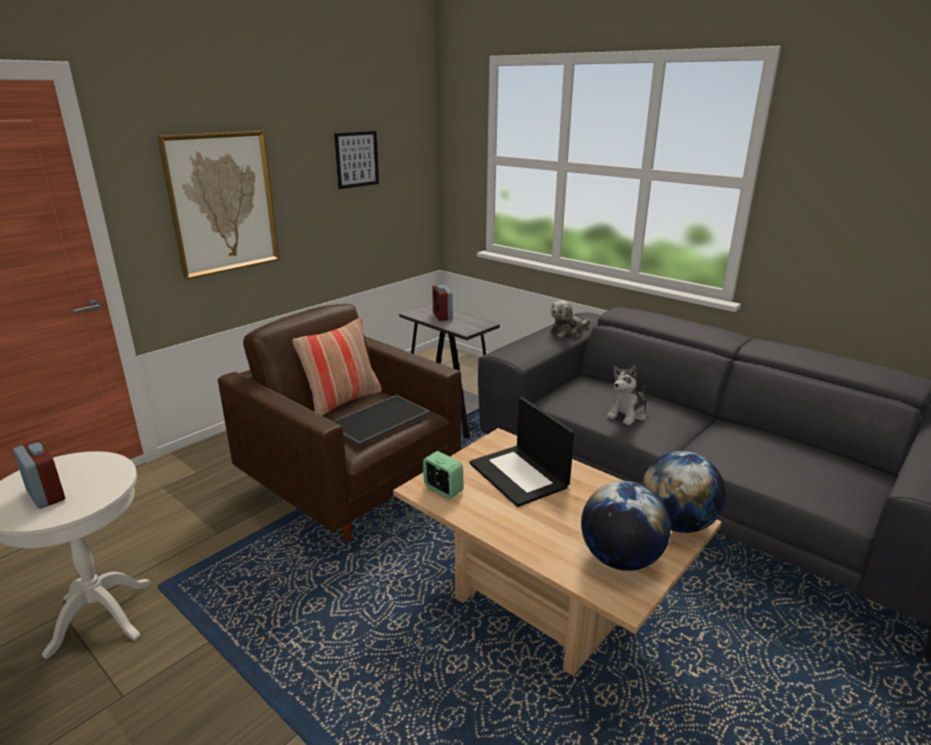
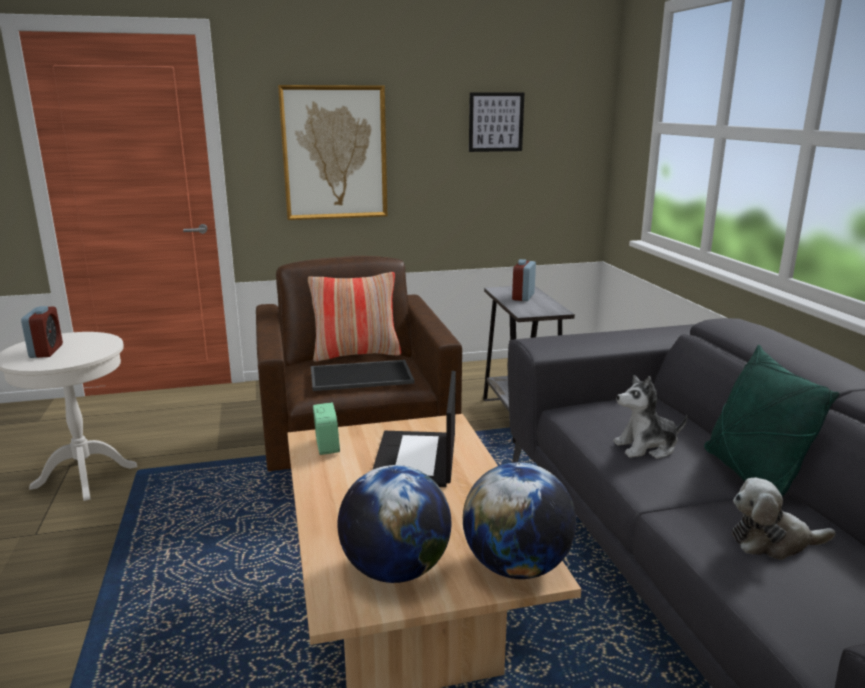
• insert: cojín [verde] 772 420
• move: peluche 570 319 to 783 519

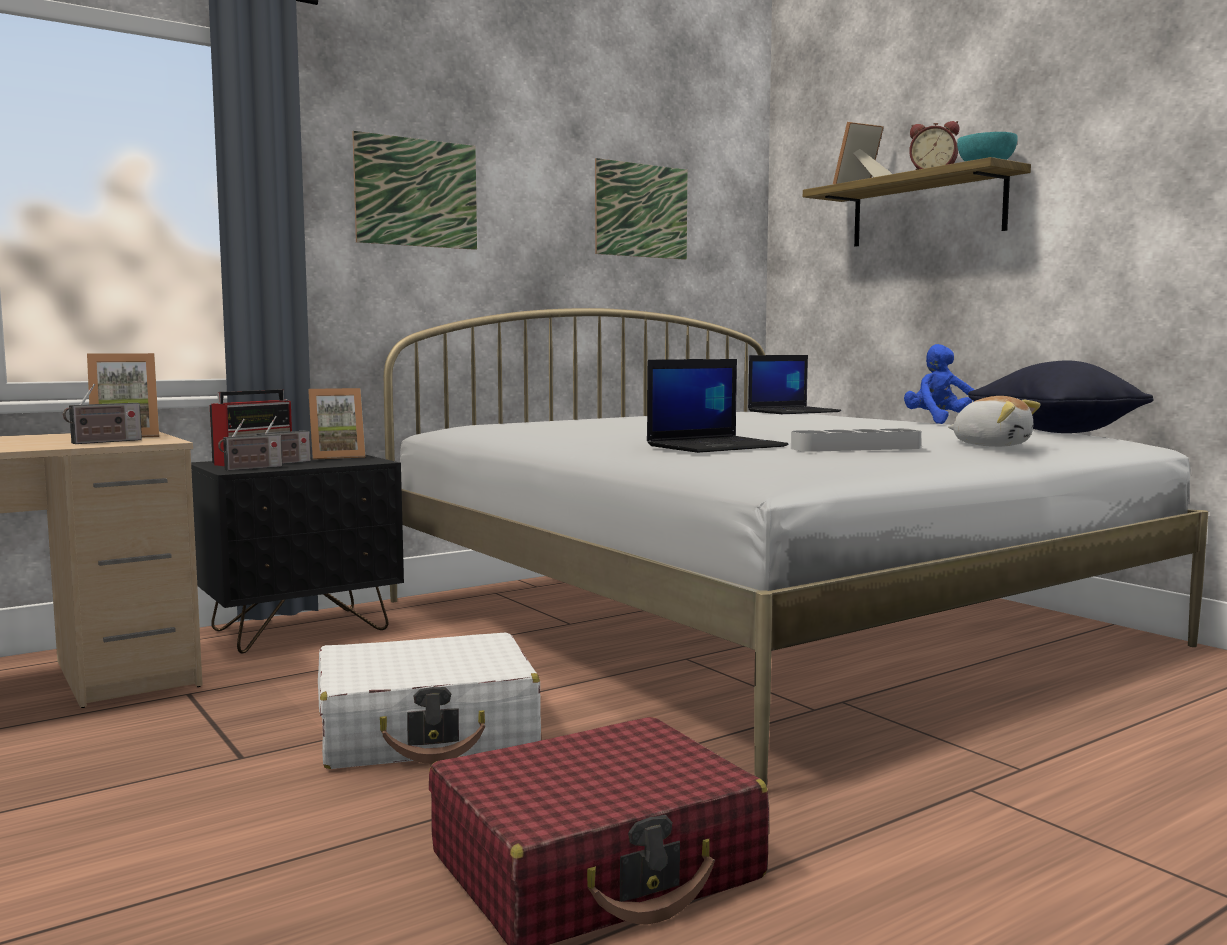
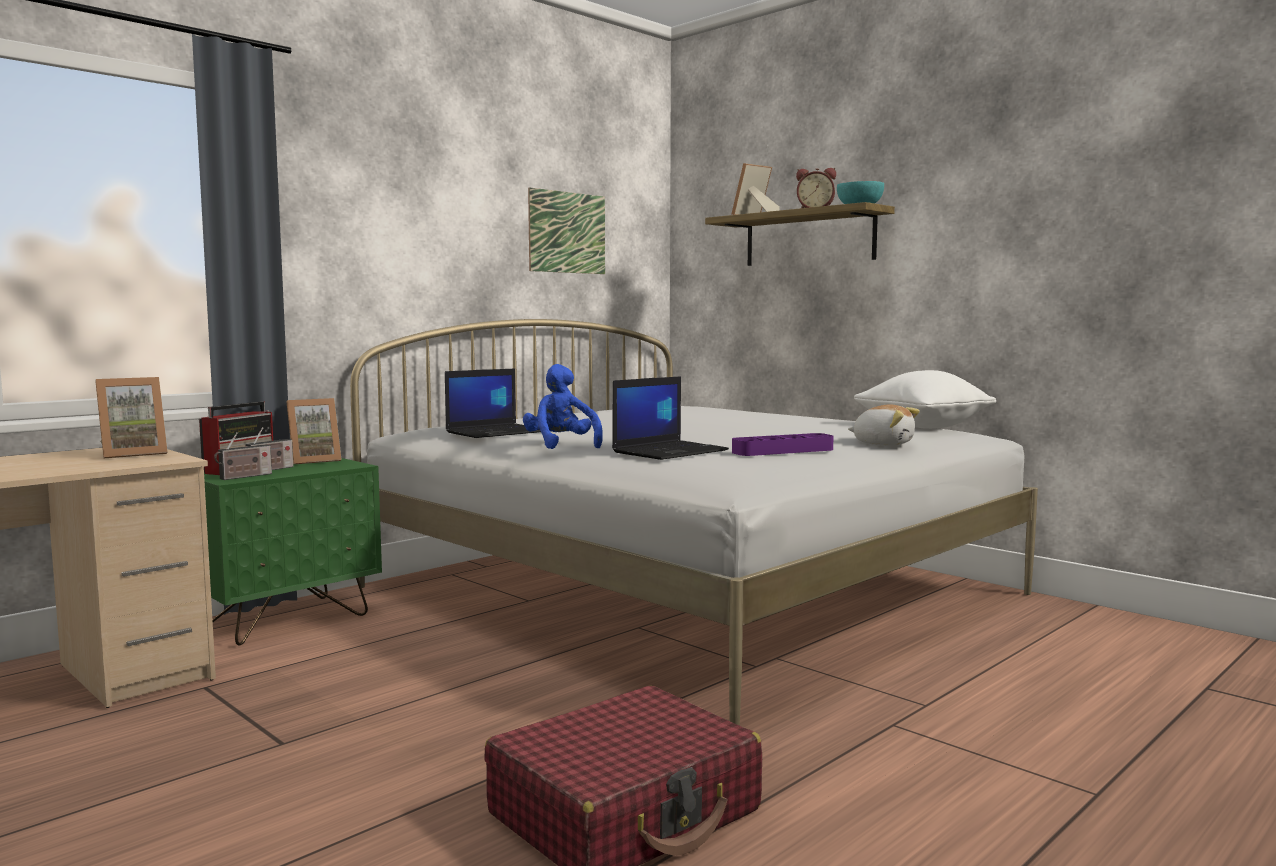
• recolor: mesita de noche [negro] 297 554 to mesita de noche [verde] 293 551
• move: portátil 794 384 to 493 403
• move: peluche [azul] 939 384 to 563 406
• recolor: bandeja [gris] 856 440 to bandeja [morado] 782 444
• recolor: cojín [negro] 1061 397 to cojín [blanco] 925 399
• delete: radio 102 414
• delete: maleta [blanco] 429 701
• delete: cuadro 414 190

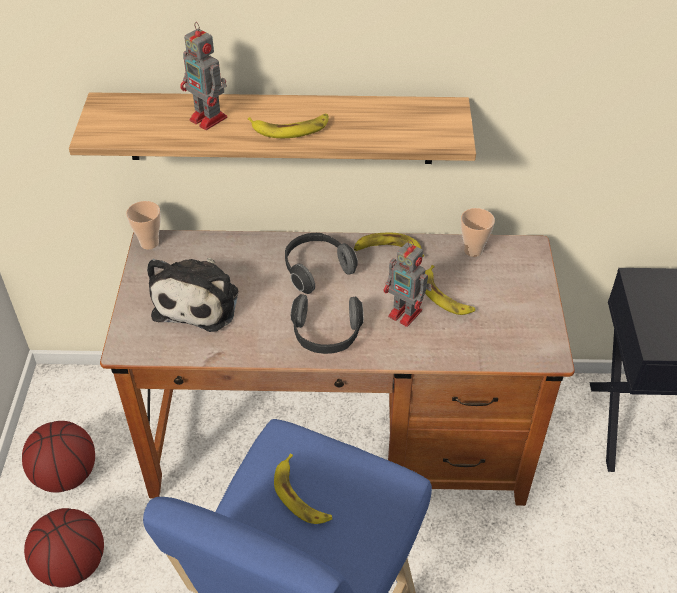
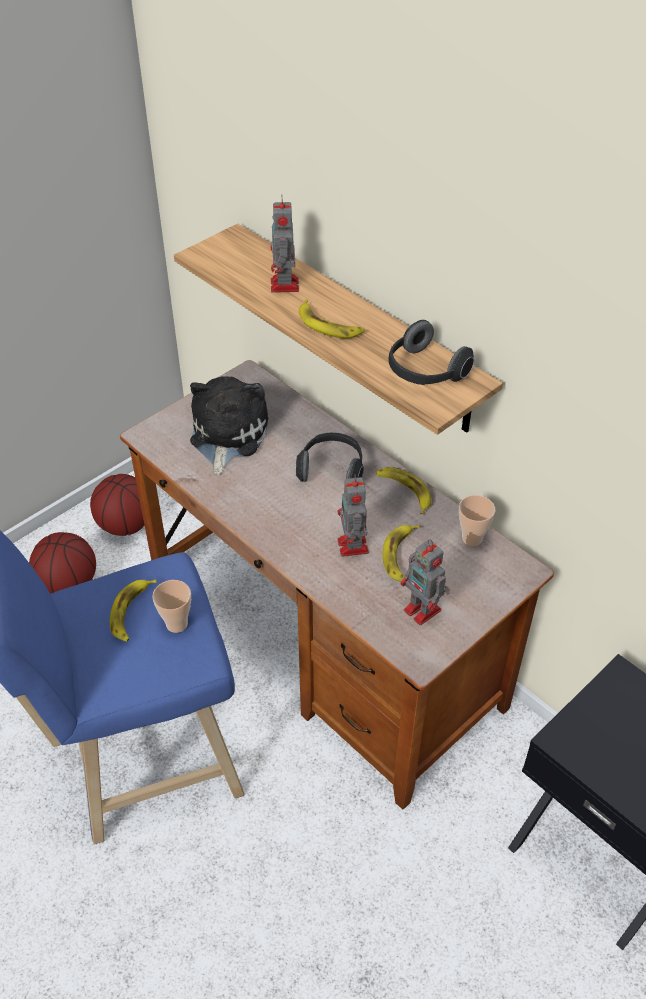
• move: taza 143 225 to 171 606
• rotate: peluche 192 295 = 229 425 135 degrees clockwise
• move: auriculares 327 324 to 431 352
• insert: robot de juguete 425 582

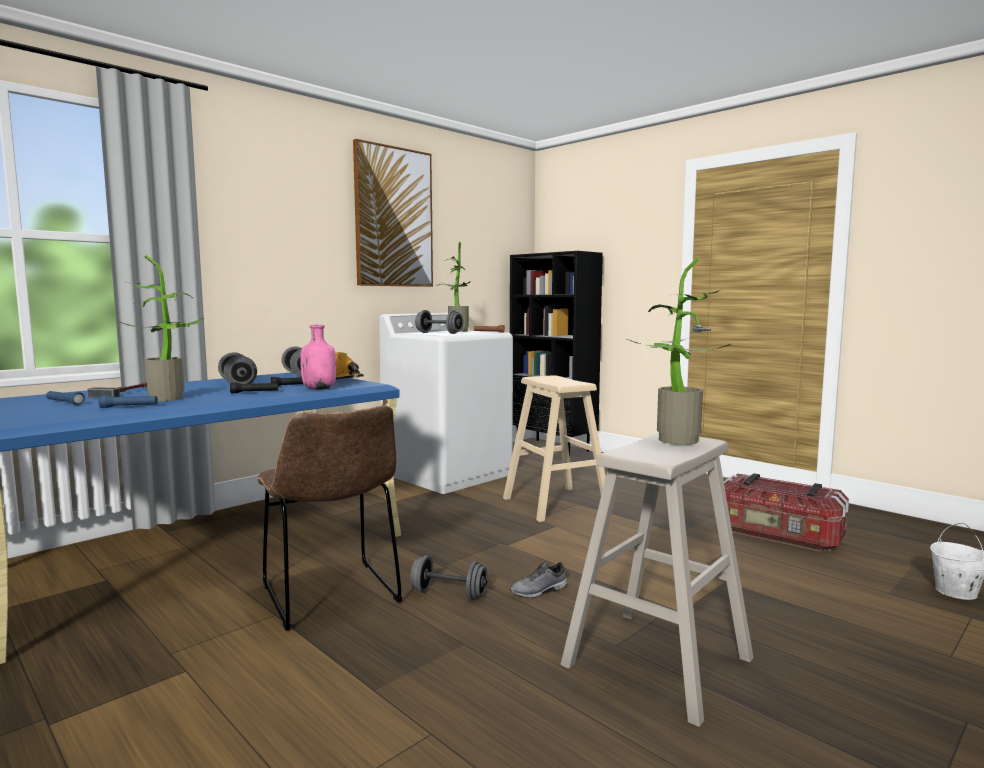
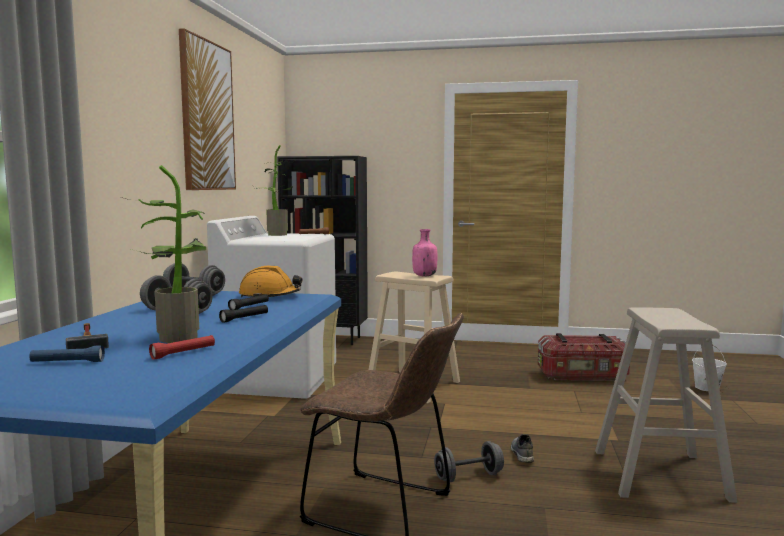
• recolor: linterna [azul] 128 401 to linterna [rojo] 182 347
• move: botella [rosa] 318 357 to 424 252
• rotate: zapato [gris] 538 579 = 522 448 150 degrees clockwise
• delete: mancuerna [gris] 439 322
• delete: planta en maceta 679 351

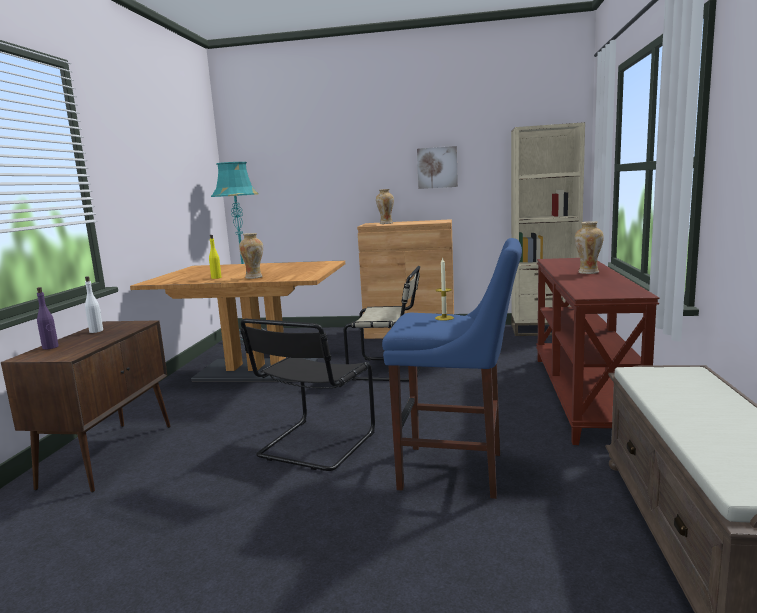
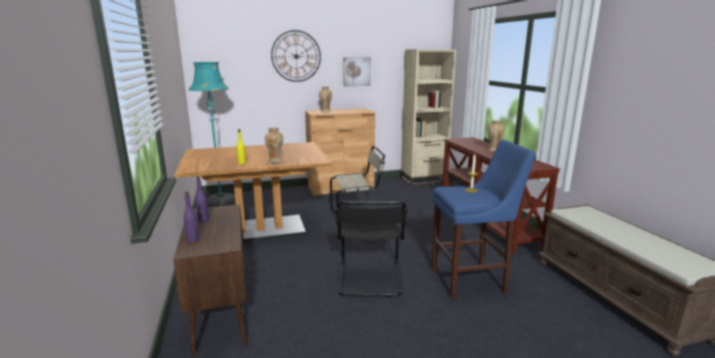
• recolor: botella [blanco] 94 304 to botella [morado] 202 199
• insert: reloj de pared 296 56

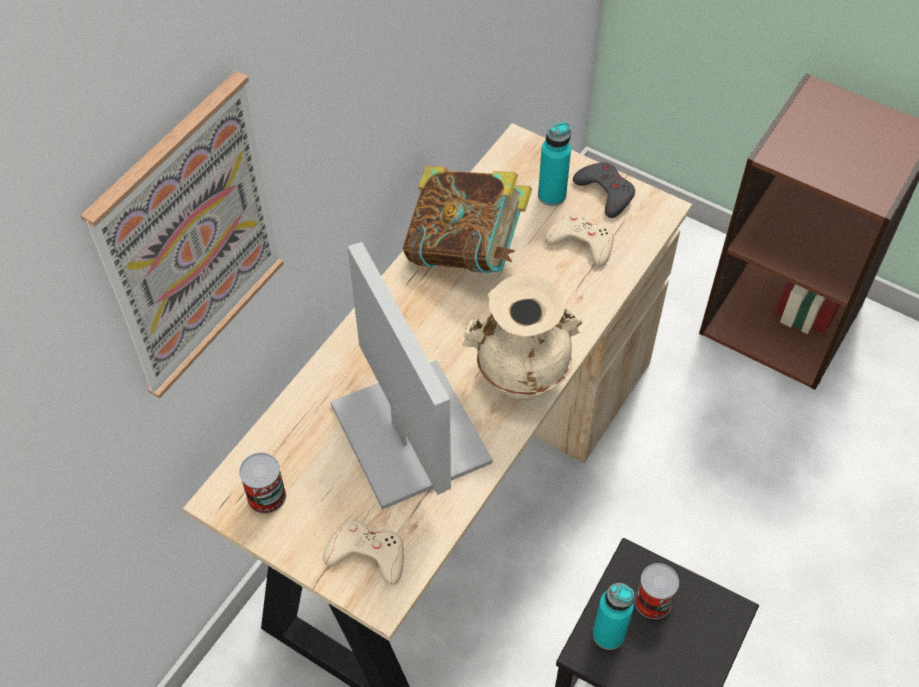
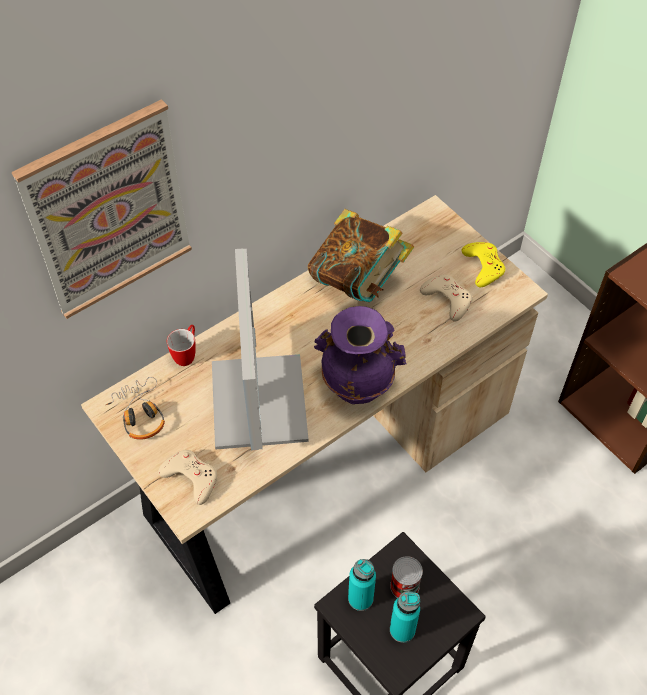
• replace: lata 262 483 to auriculares 135 408
• insert: taza grande 181 345
• recolor: florero [beis] 522 337 to florero [morado] 360 355
• move: botella [turquesa] 554 164 to 405 617
• recolor: mando de consola [gris] 604 190 to mando de consola [amarillo] 483 264

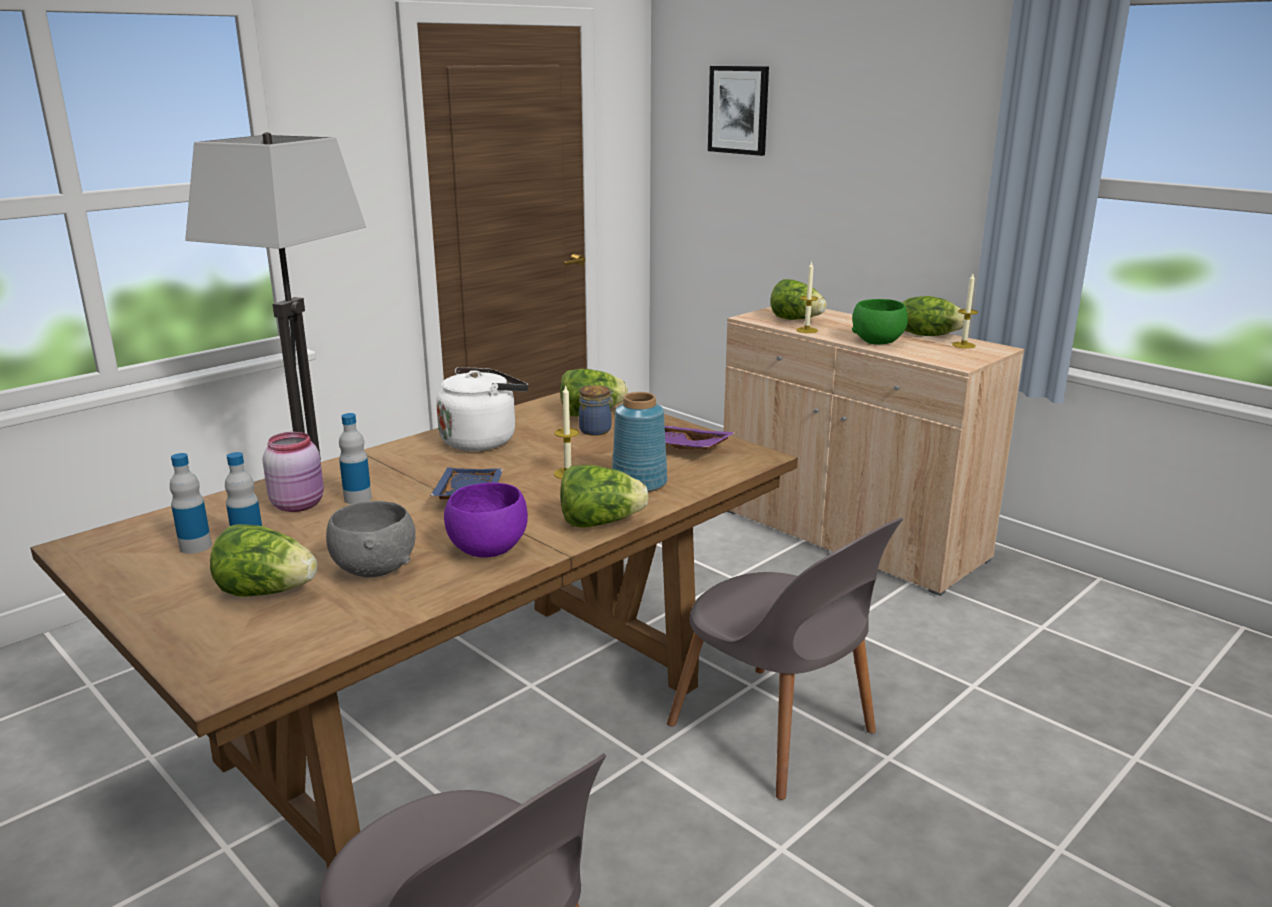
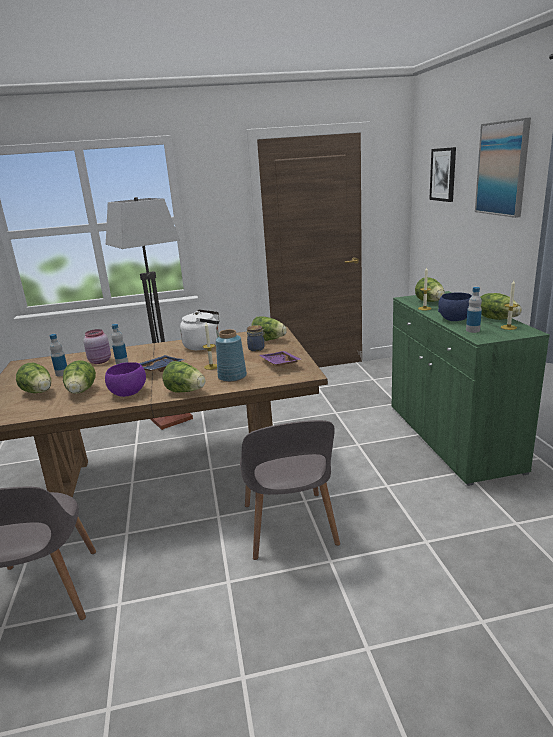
• replace: cuenco [gris] 371 539 to lechuga 79 377
• recolor: armario [beis] 874 451 to armario [verde] 471 388
• recolor: cuenco [verde] 880 322 to cuenco [azul] 455 307
• move: botella 191 503 to 474 310
• insert: cuadro 503 168

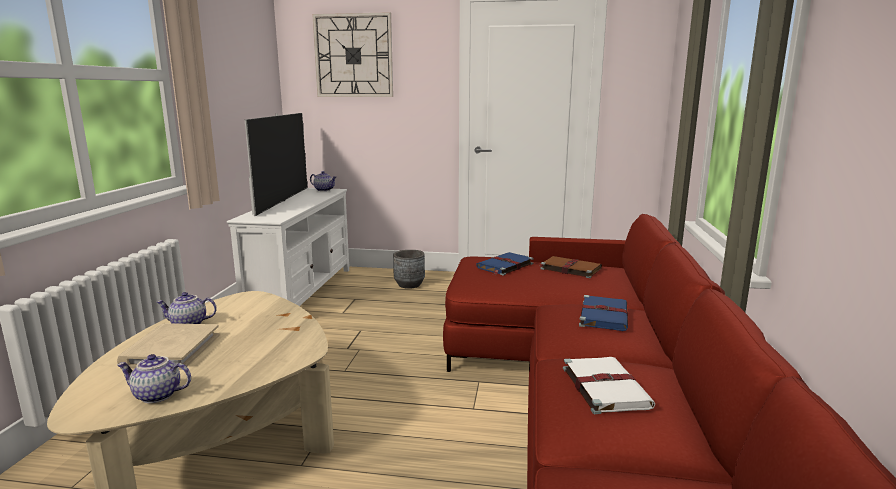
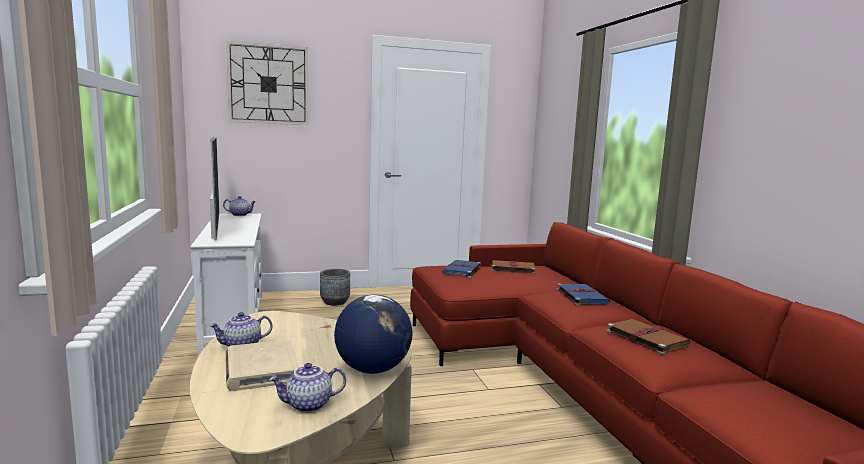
• insert: globo terráqueo 373 334
• recolor: libro [blanco] 609 385 to libro [marrón] 648 337

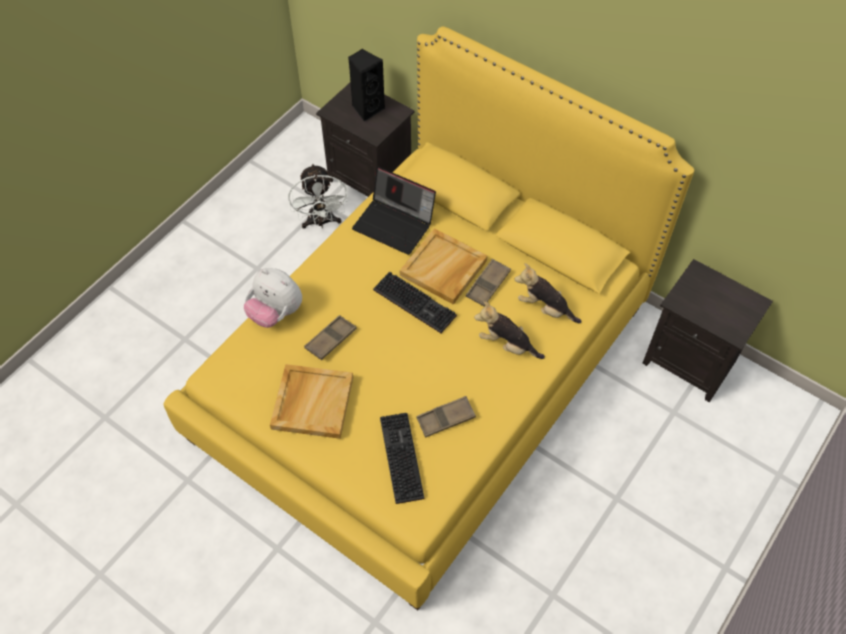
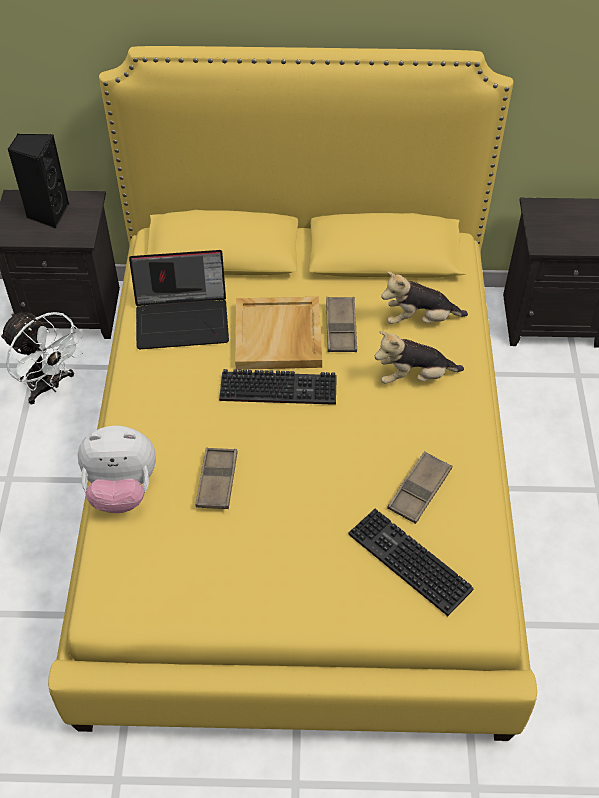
• delete: bandeja [beis] 311 401

